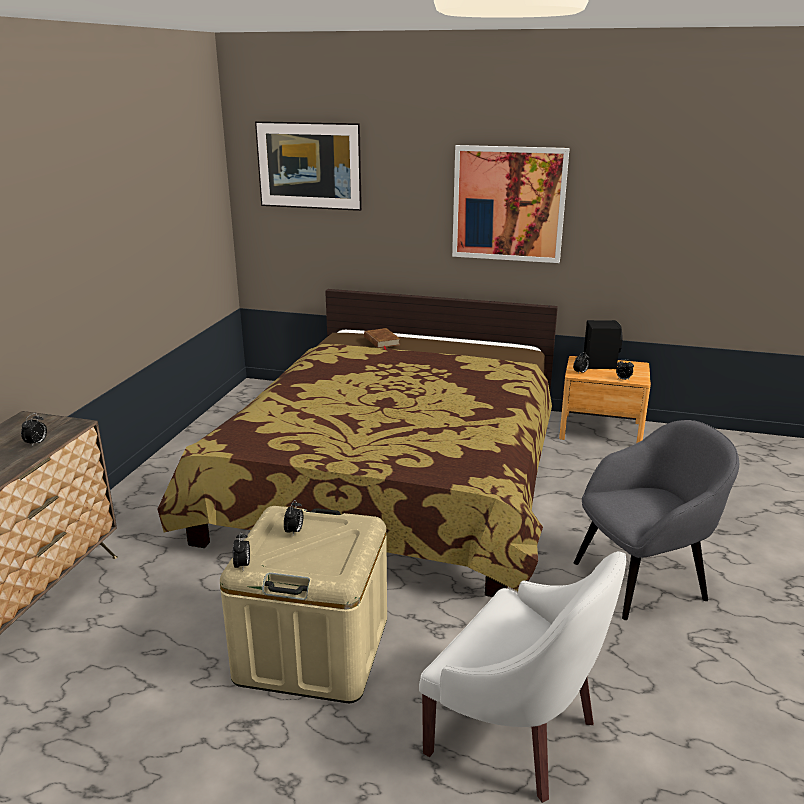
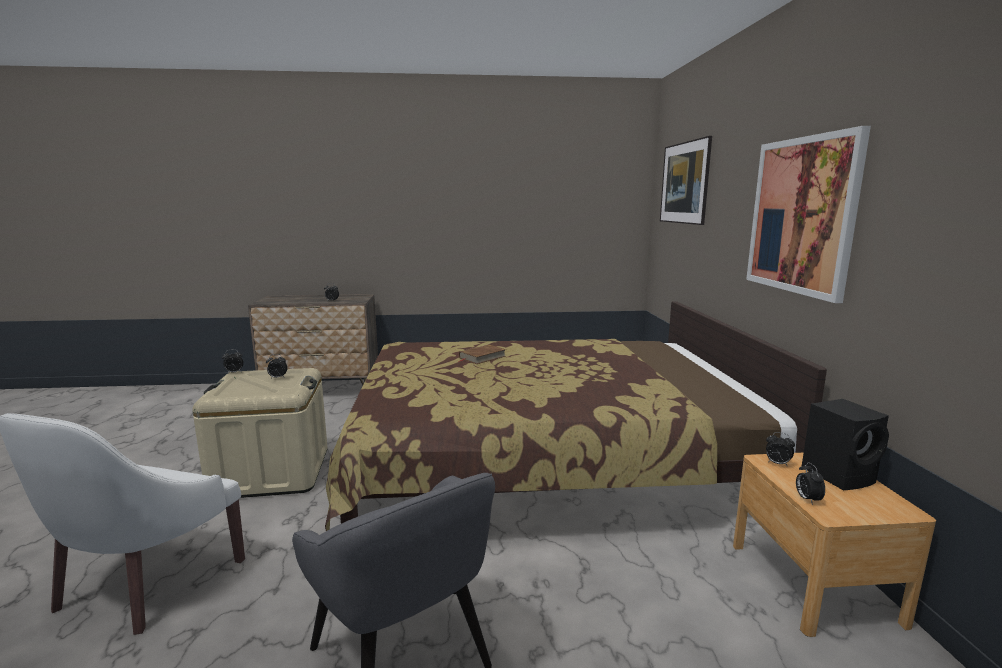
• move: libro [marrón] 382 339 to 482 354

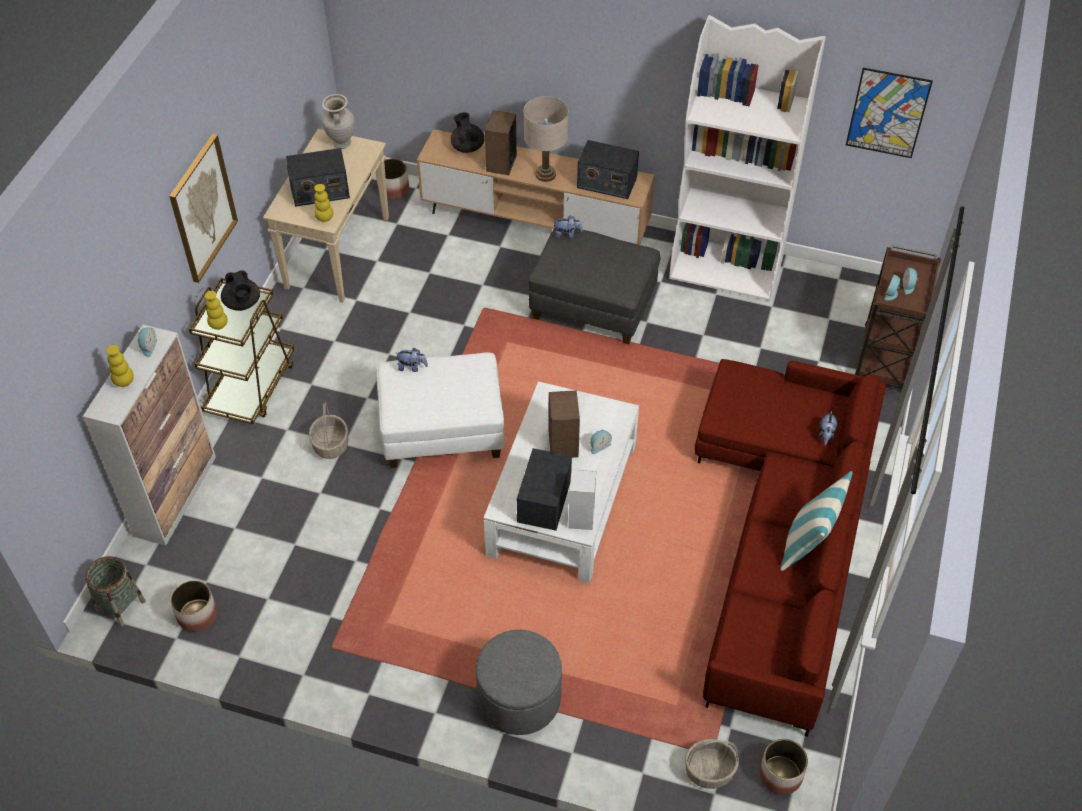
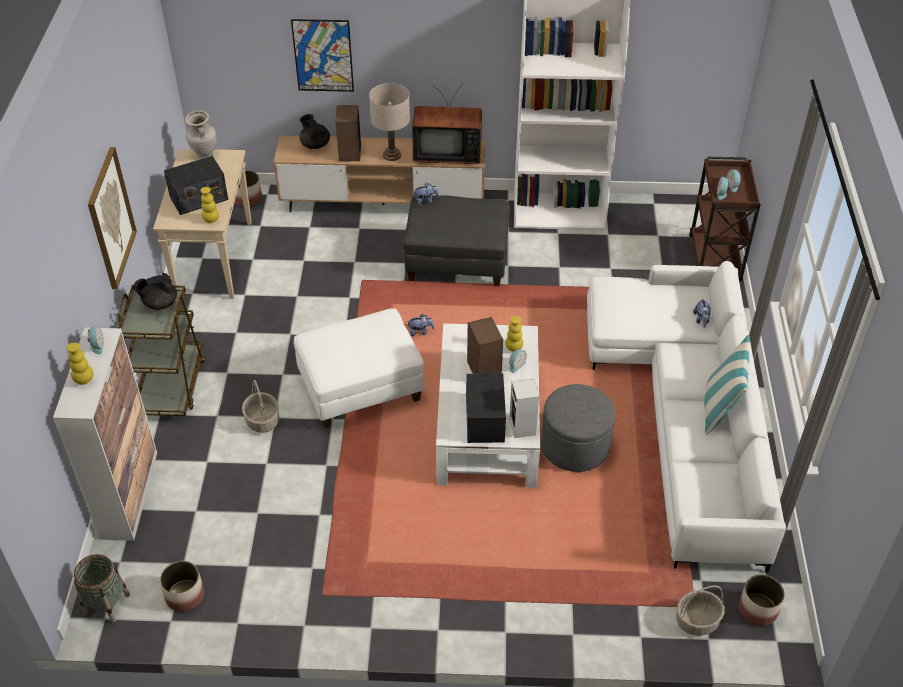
• rotate: tetera [negro] 240 290 = 155 291 105 degrees clockwise
• move: cuadro 889 113 to 322 55
• move: peluche 412 360 to 420 325
• replace: radio 608 169 to televisor 447 123
• move: florero [amarillo] 216 310 to 514 334
• move: puf [gris] 519 682 to 578 428
• recolor: sofá [rojo] 790 548 to sofá [blanco] 686 417

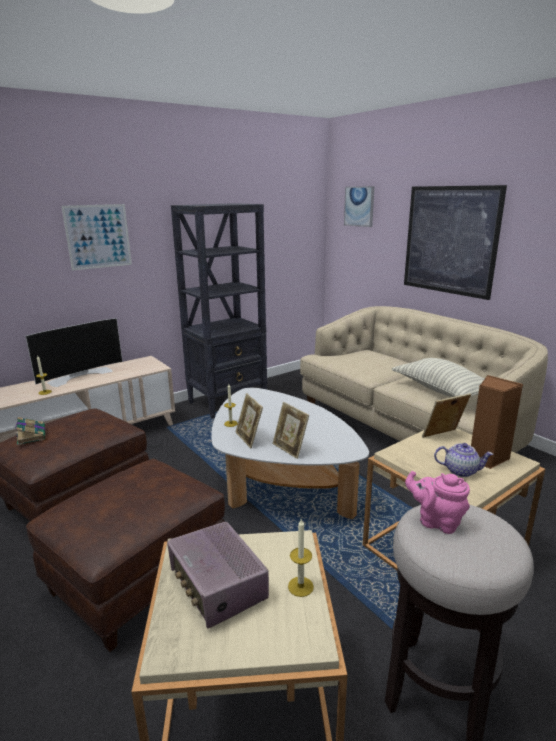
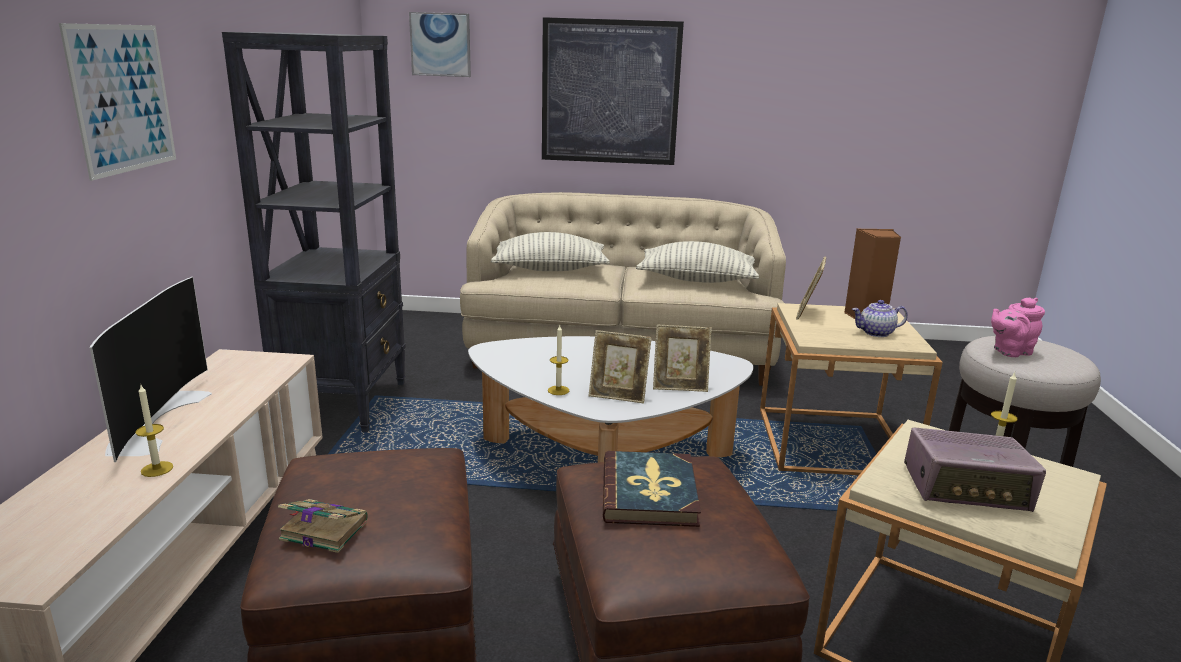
• insert: cojín 550 251
• insert: libro 652 489
• rotate: tetera 463 460 = 880 318 150 degrees counterclockwise

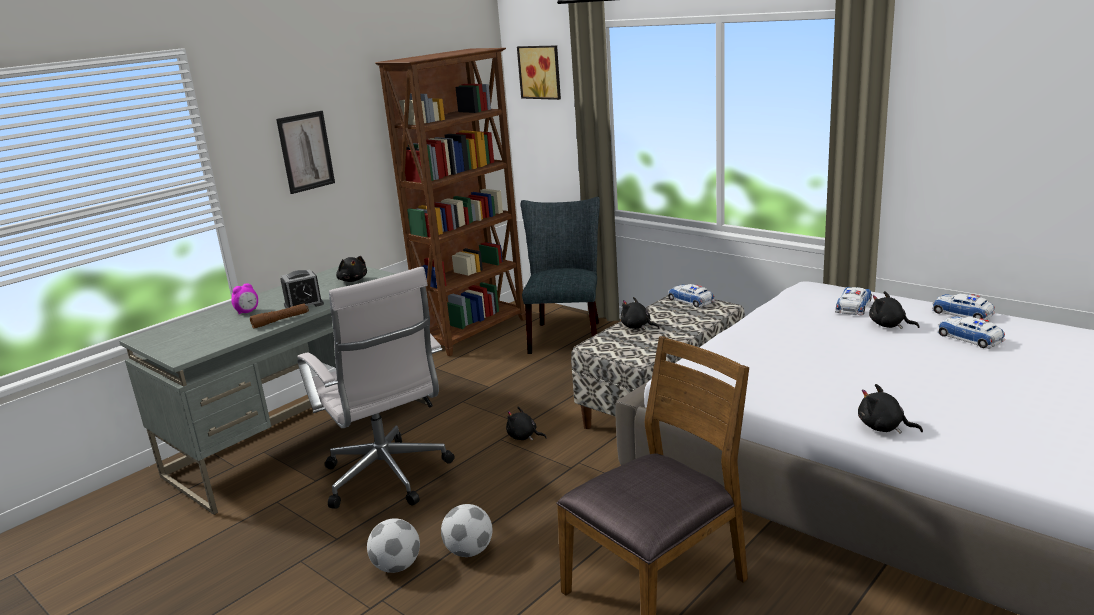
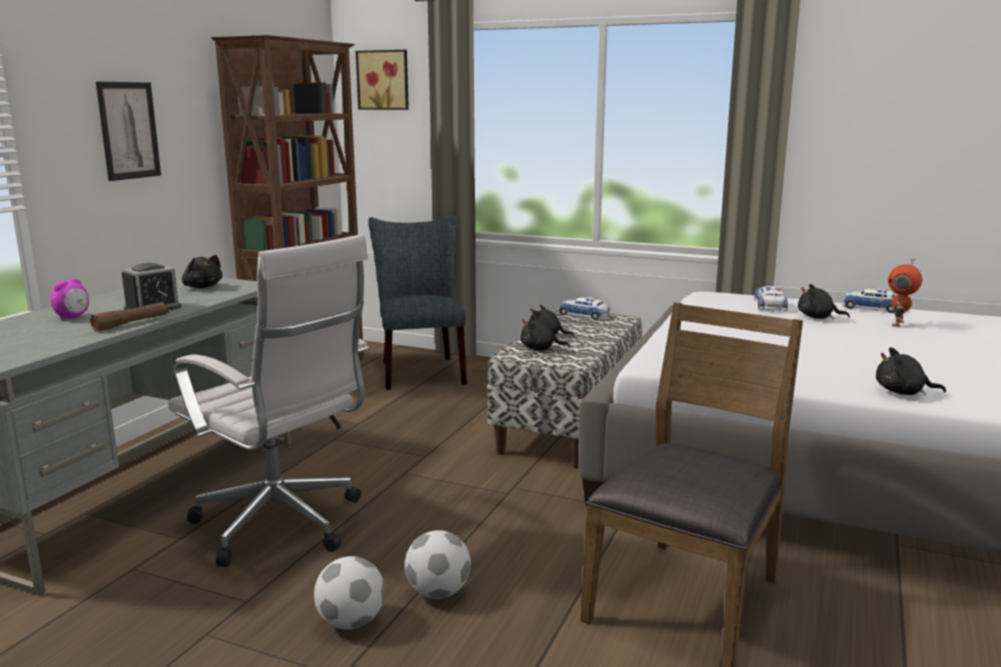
• move: peluche [negro] 526 424 to 545 333
• replace: coche de juguete 971 332 to robot de juguete 905 292

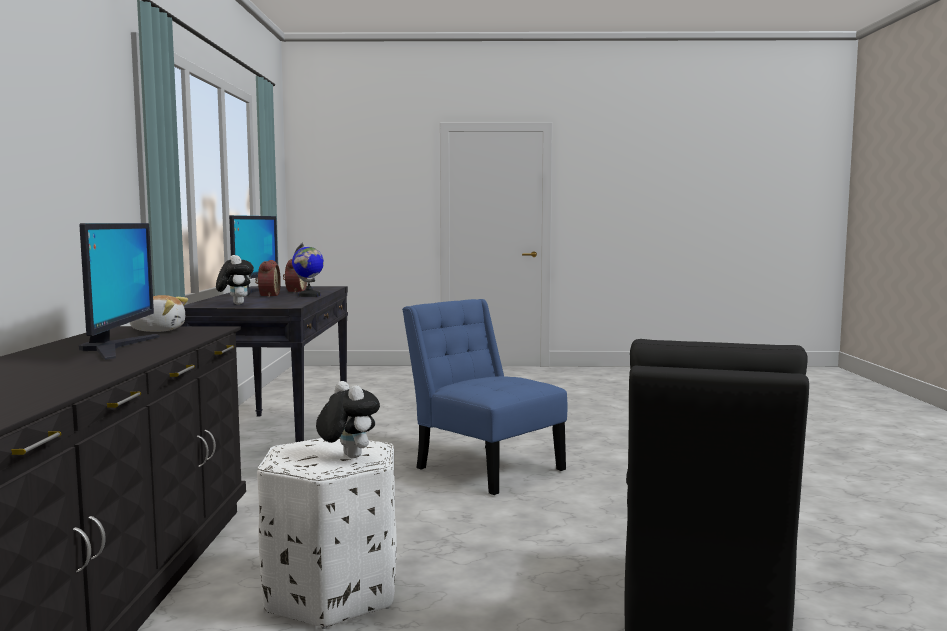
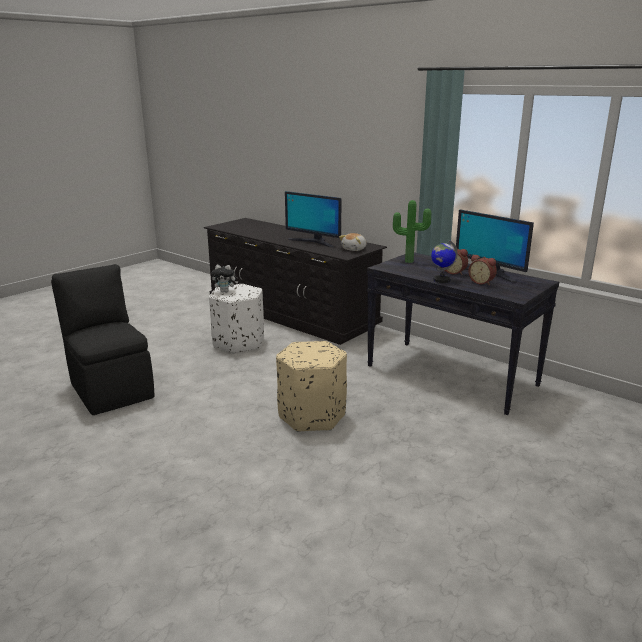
• replace: silla [azul] 485 397 to puf [beis] 311 386
• replace: peluche 235 280 to planta en maceta 412 231

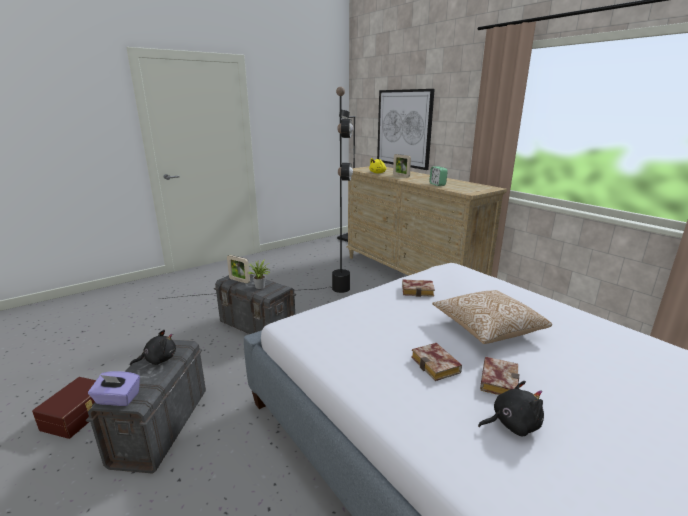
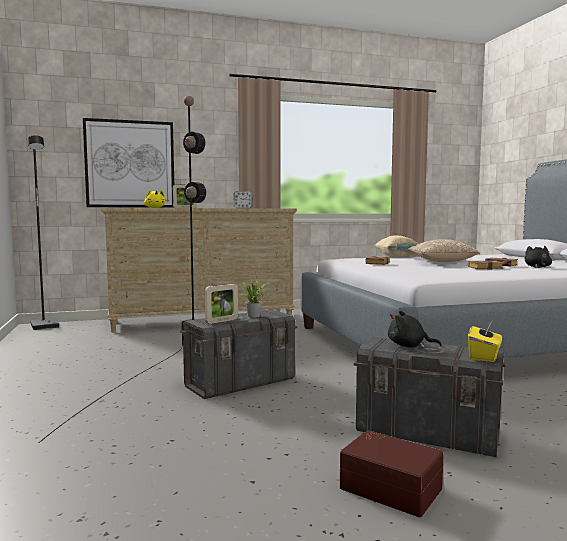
• insert: cojín [beis] 396 247
• rotate: peluche [negro] 153 348 = 415 329 60 degrees counterclockwise
• recolor: caja de pañuelos [morado] 114 388 to caja de pañuelos [amarillo] 485 341

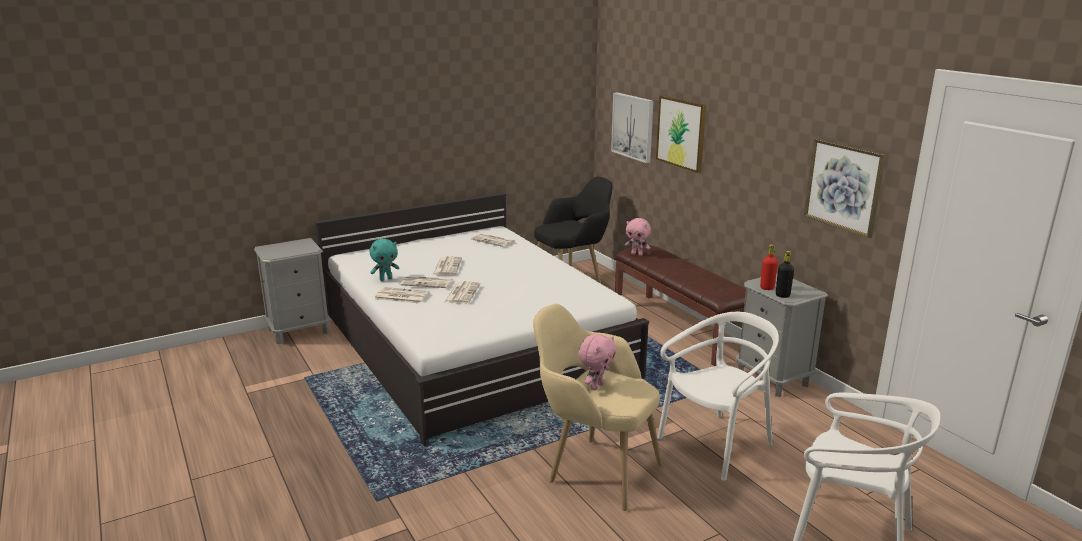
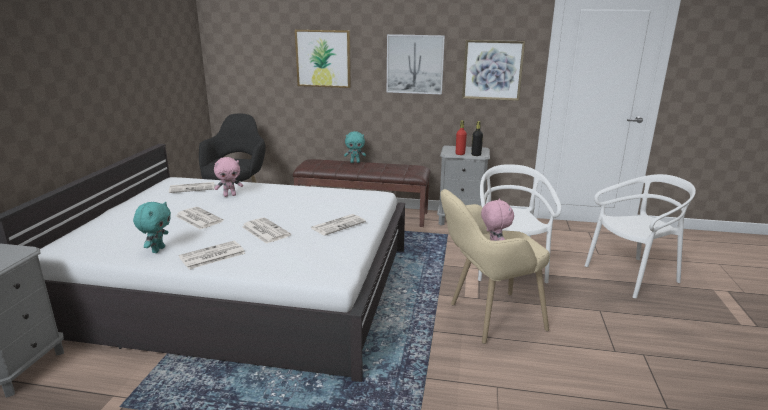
• move: peluche [rosa] 638 237 to 228 177
• move: periódico 426 282 to 338 225
• insert: peluche [turquesa] 355 147
• move: cuadro 632 127 to 416 64

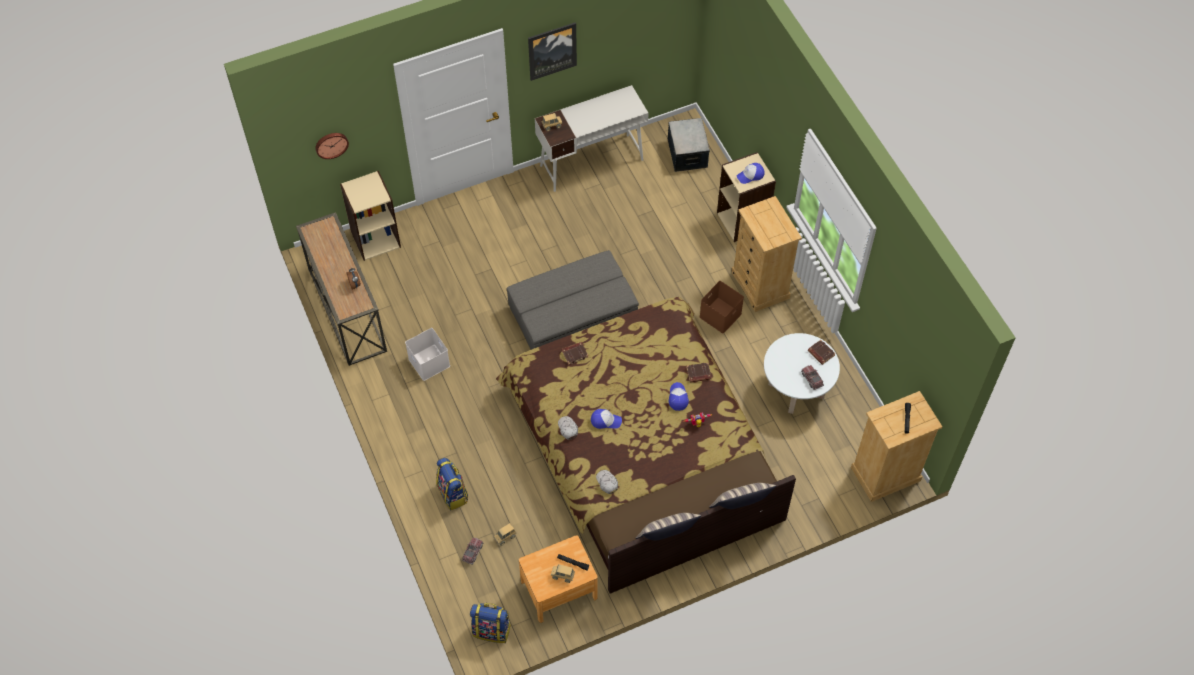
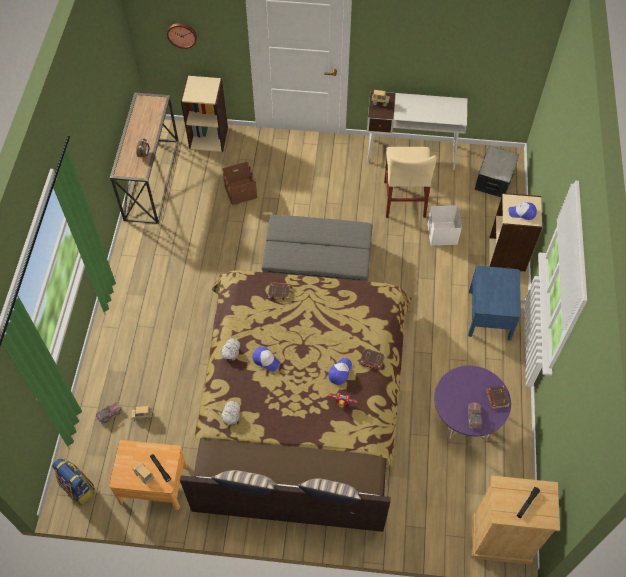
• move: caja de almacenaje [marrón] 721 307 to 239 183
• insert: silla [beis] 410 182
• move: caja de almacenaje [blanco] 427 354 to 444 225
• recolor: mesa de centro [blanco] 802 373 to mesa de centro [morado] 472 403
• replace: cómoda [beis] 766 254 to mesita de noche [azul] 494 303
• delete: mochila 452 484
• delete: cuadro 552 51

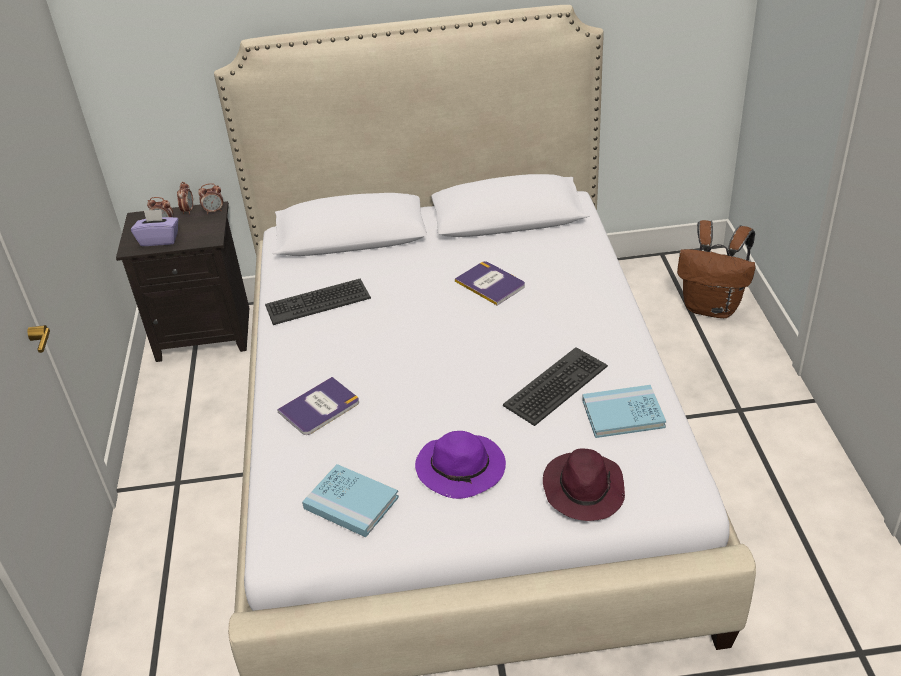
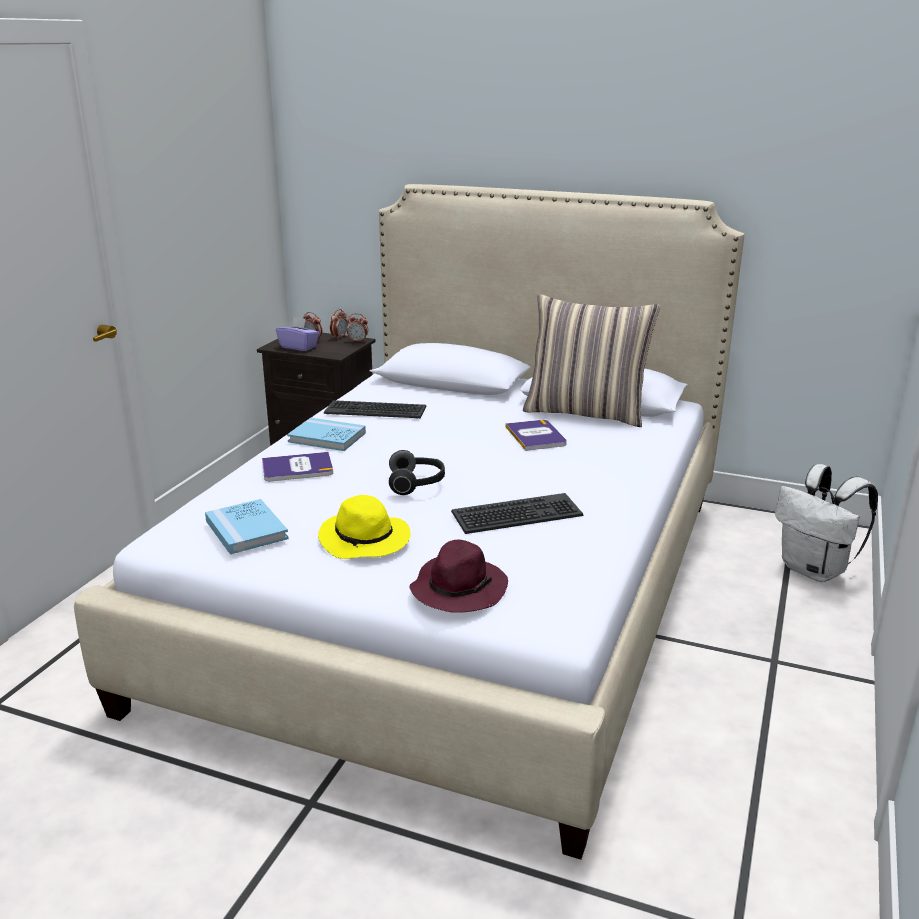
• move: libro [azul] 624 411 to 326 434
• recolor: sombrero [morado] 460 465 to sombrero [amarillo] 364 527
• insert: auriculares 417 472
• insert: cojín 591 360
• recolor: mochila [marrón] 716 269 to mochila [blanco] 826 523

